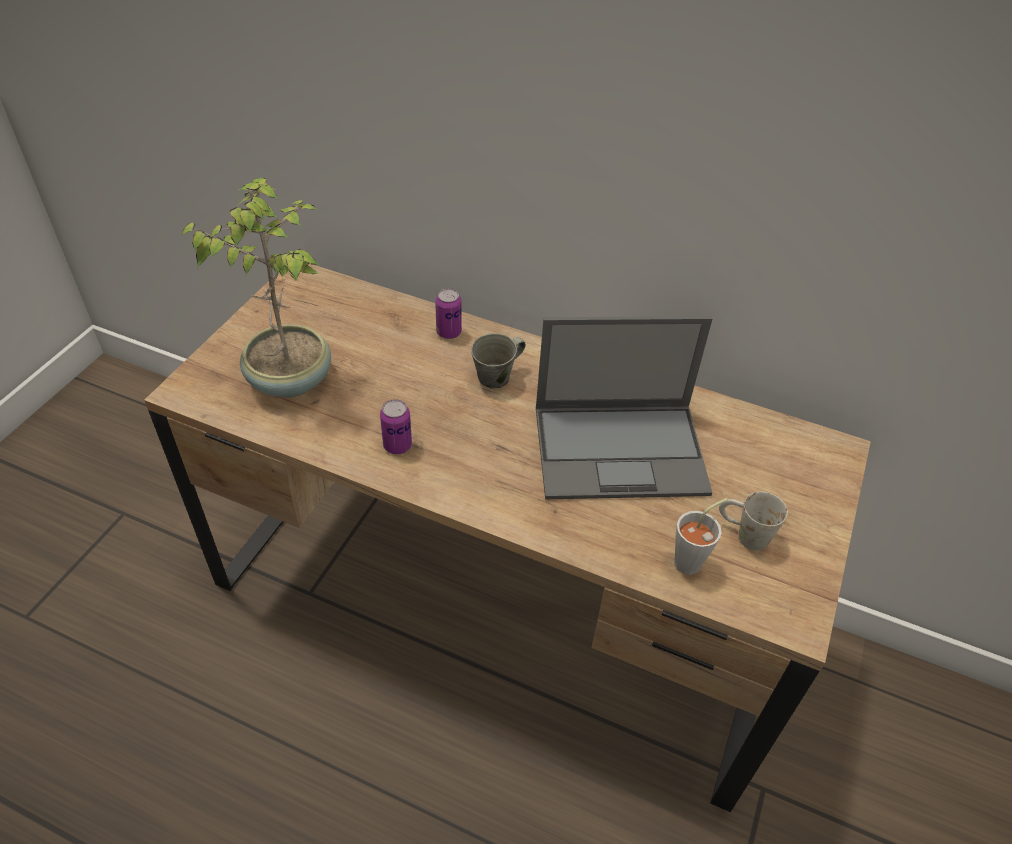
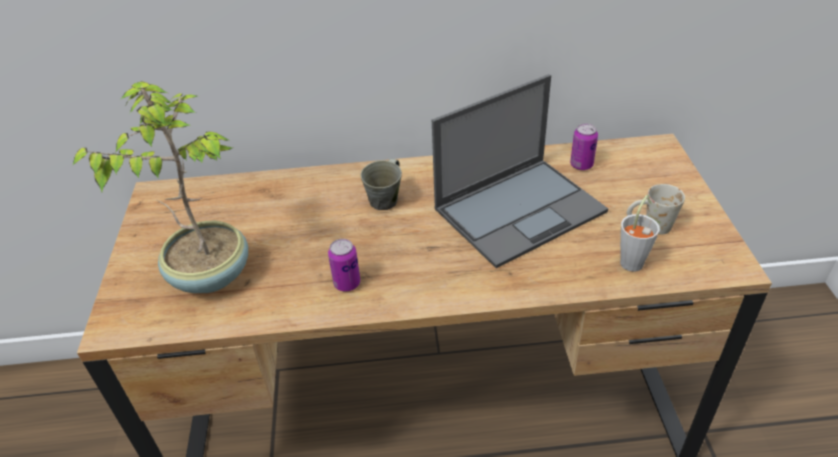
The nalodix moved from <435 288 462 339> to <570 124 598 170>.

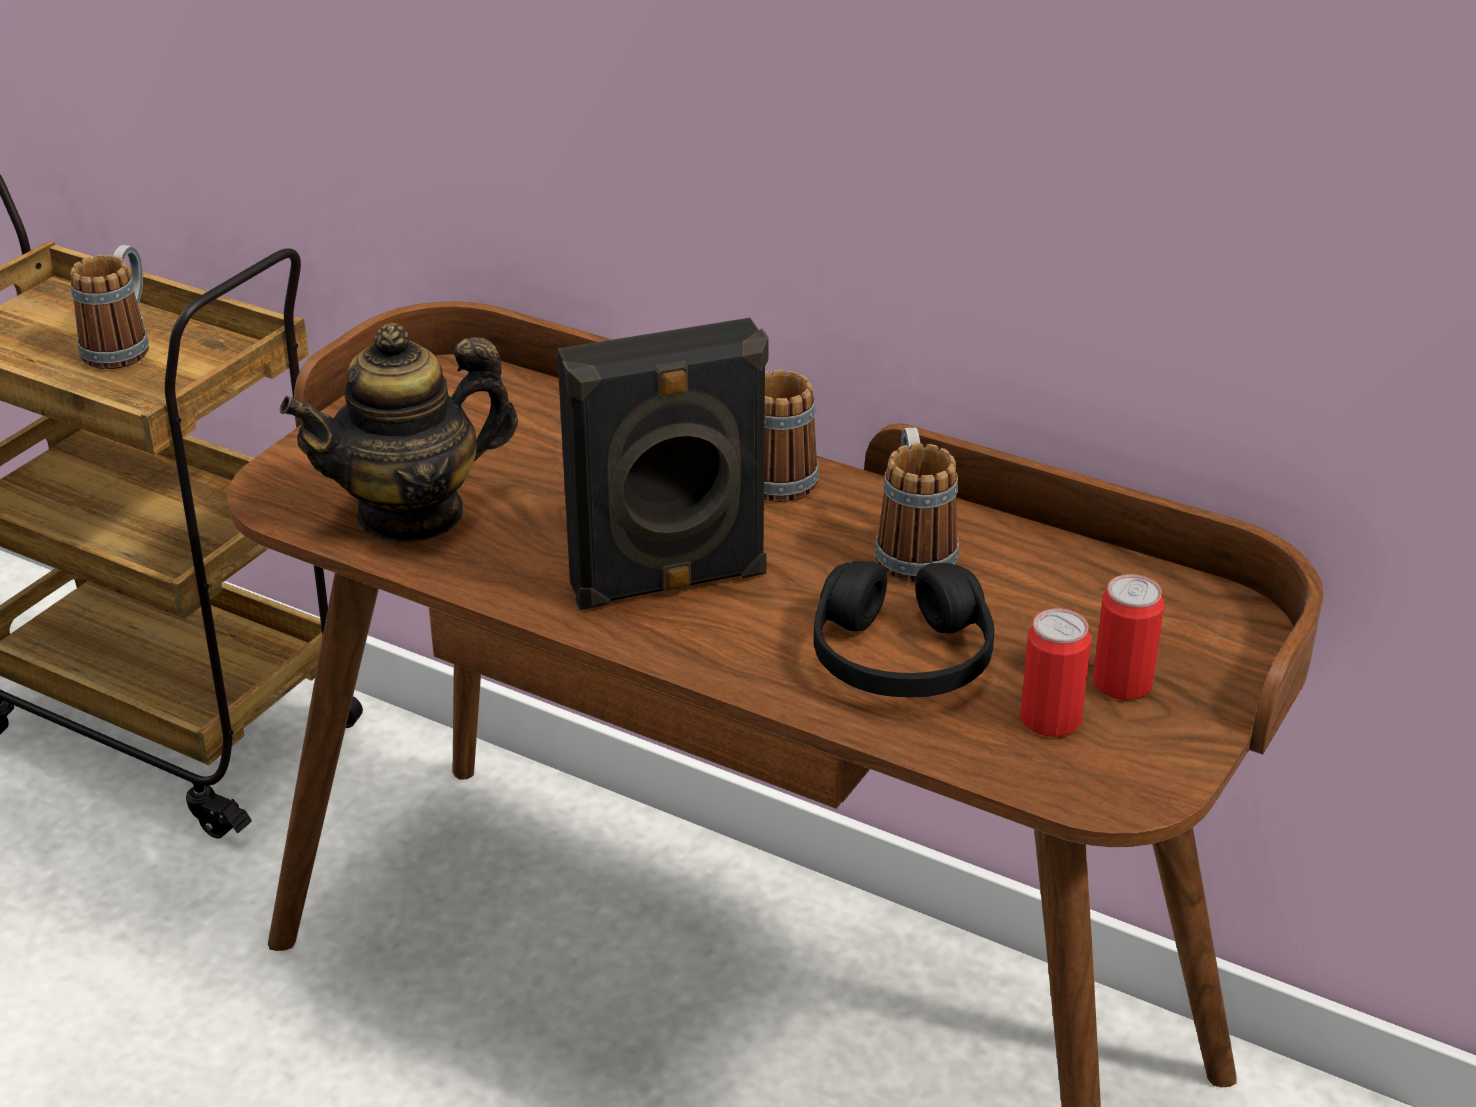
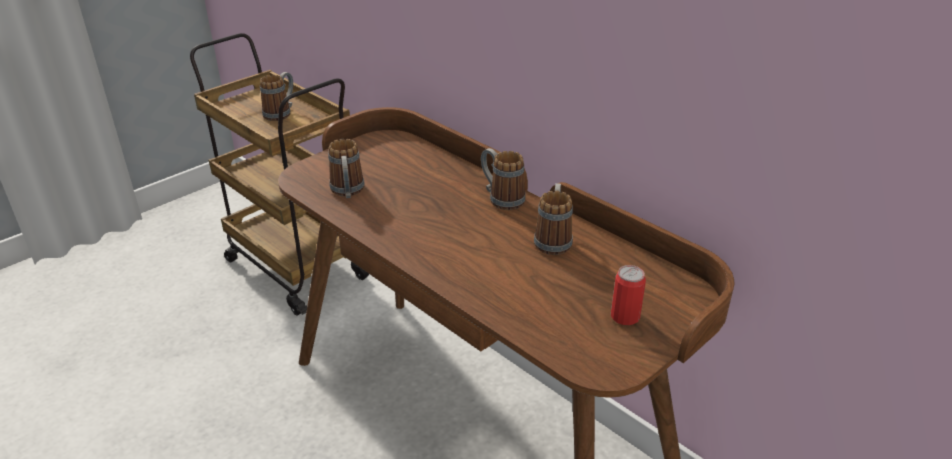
The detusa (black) at <557 318 769 610> disappeared.
The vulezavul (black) at <813 561 994 697> disappeared.
The nalodix at <1020 608 1091 737> disappeared.
The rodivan at <280 323 518 543> was replaced by the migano at <328 139 364 198>.

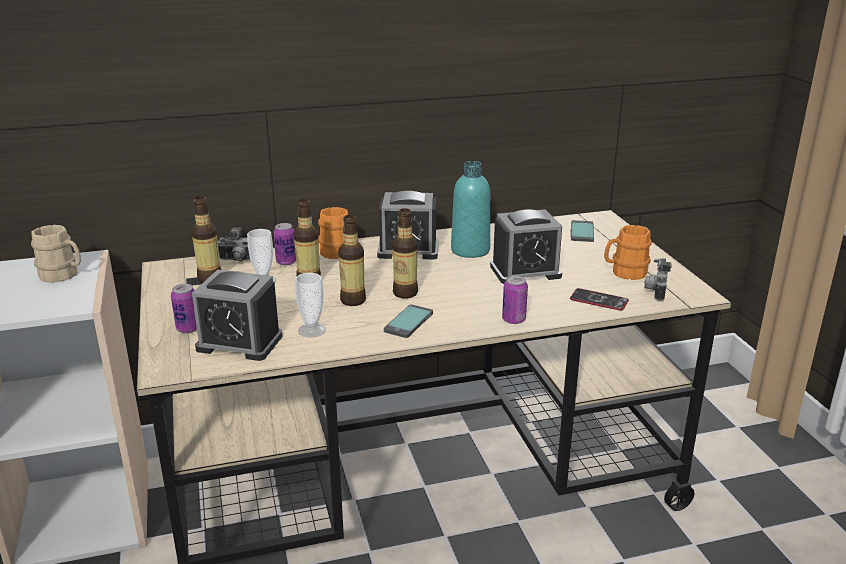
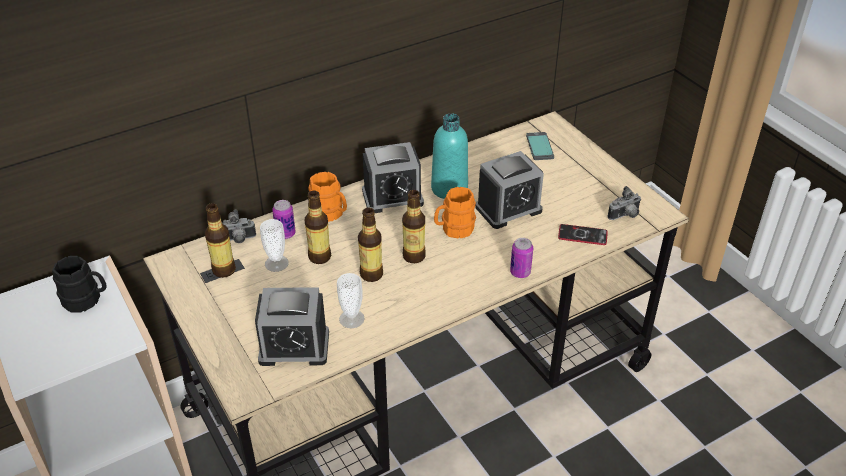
The nalodix at <171 284 197 333> disappeared.
The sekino at <384 305 433 338> disappeared.
The migano (orange) moved from <604 225 652 280> to <434 187 476 238>.
The migano (beige) at <31 225 81 283> became the migano (black) at <52 256 107 313>.
The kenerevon at <644 258 672 301> turned 120 degrees counterclockwise.

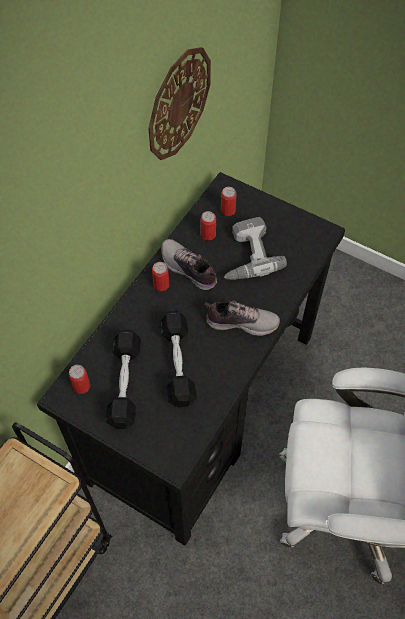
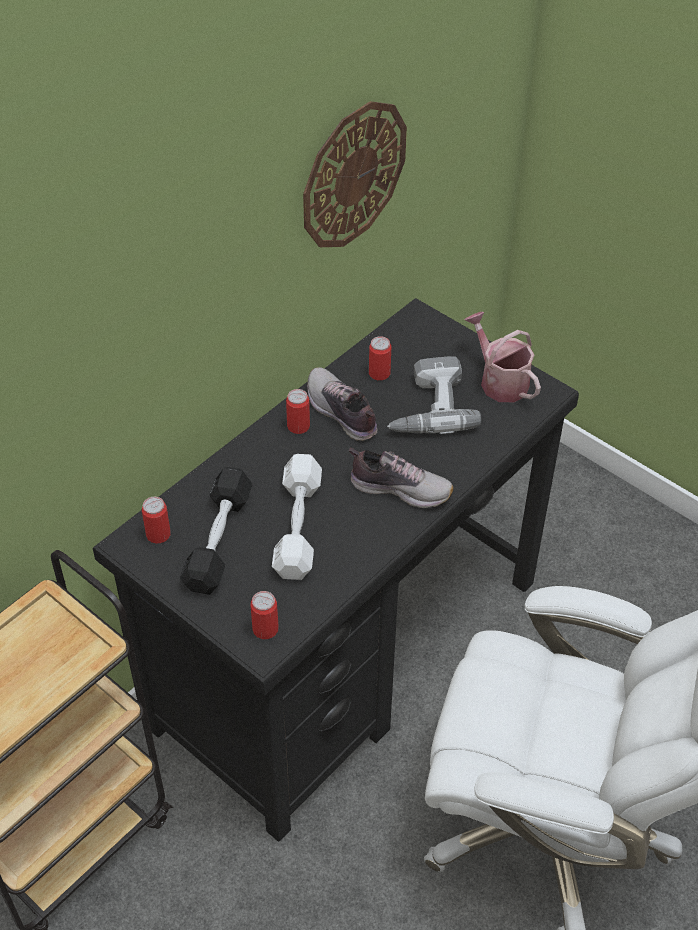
The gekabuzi at <464 312 541 402> appeared.
The nalodix moved from <221 187 237 216> to <251 591 279 639>.
The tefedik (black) at <160 311 197 407> became the tefedik (white) at <272 454 322 580>.

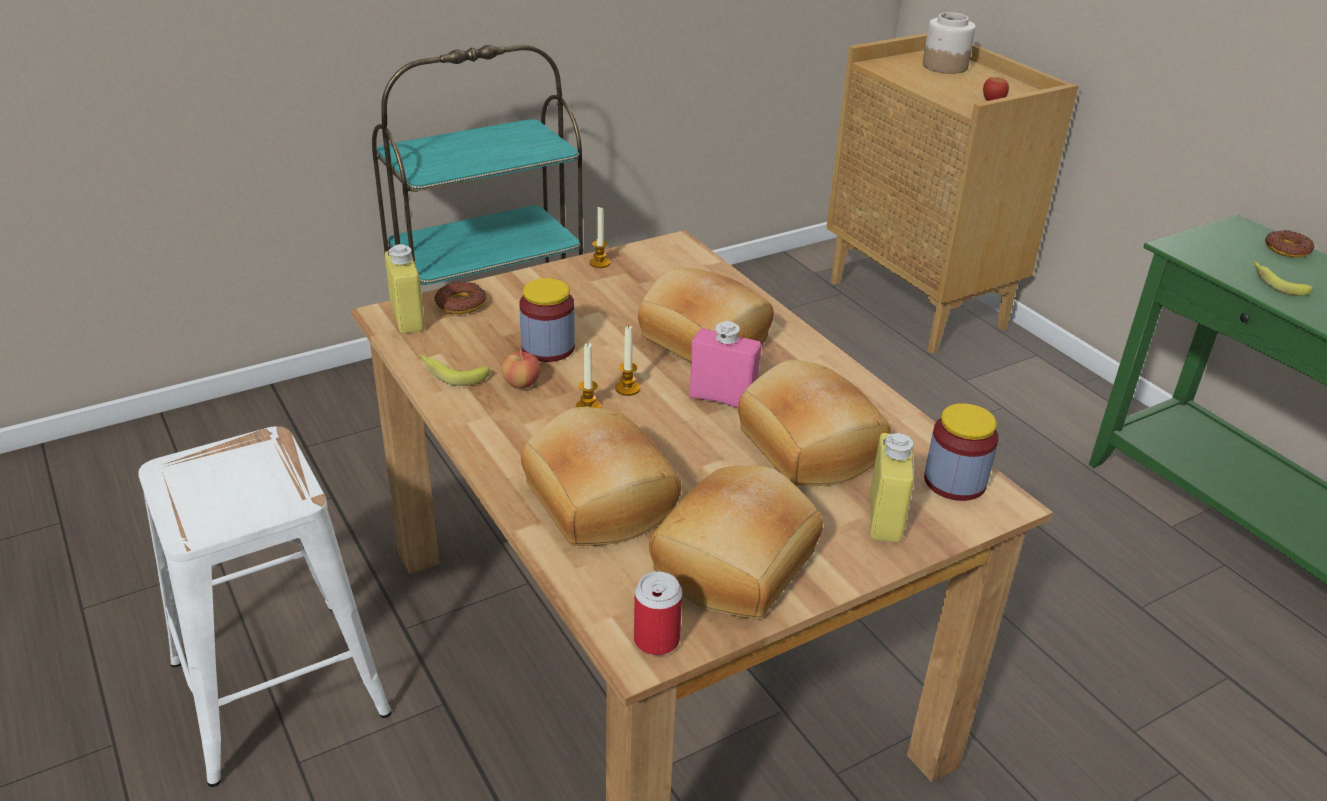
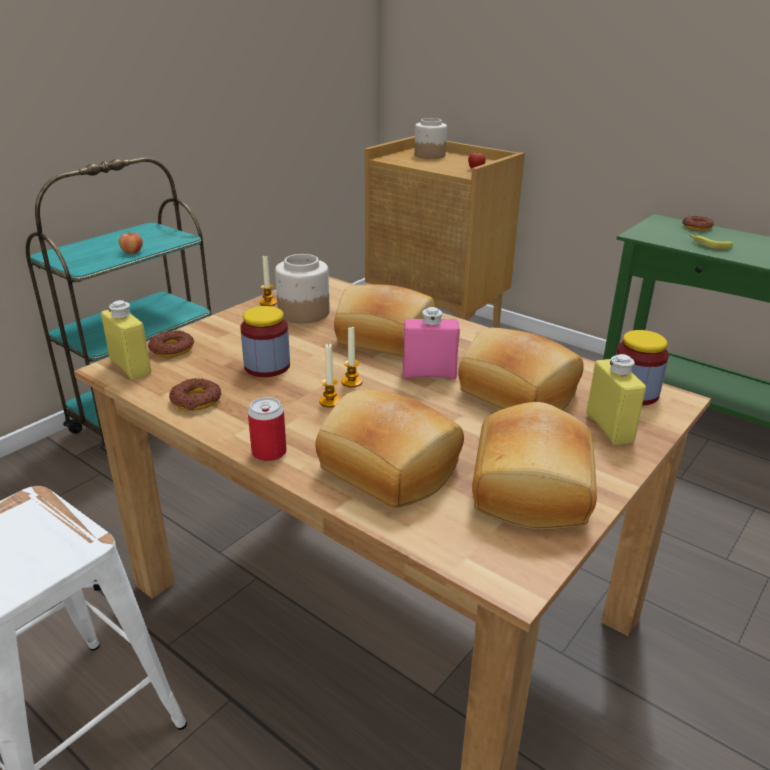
The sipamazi at <275 254 330 323> appeared.
The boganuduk moved from <501 350 540 389> to <119 230 143 254>.
The nalodix moved from <634 571 682 655> to <248 397 287 462>.
The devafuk at <420 354 490 386> was replaced by the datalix at <169 378 221 411>.

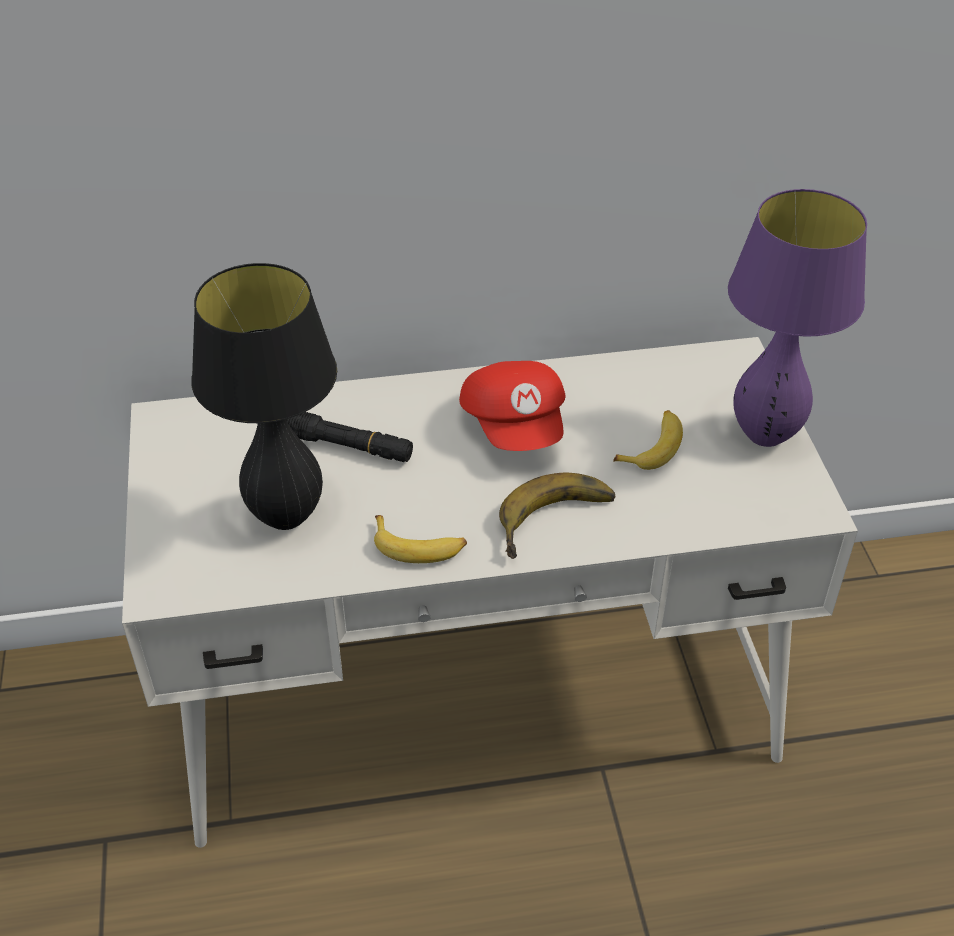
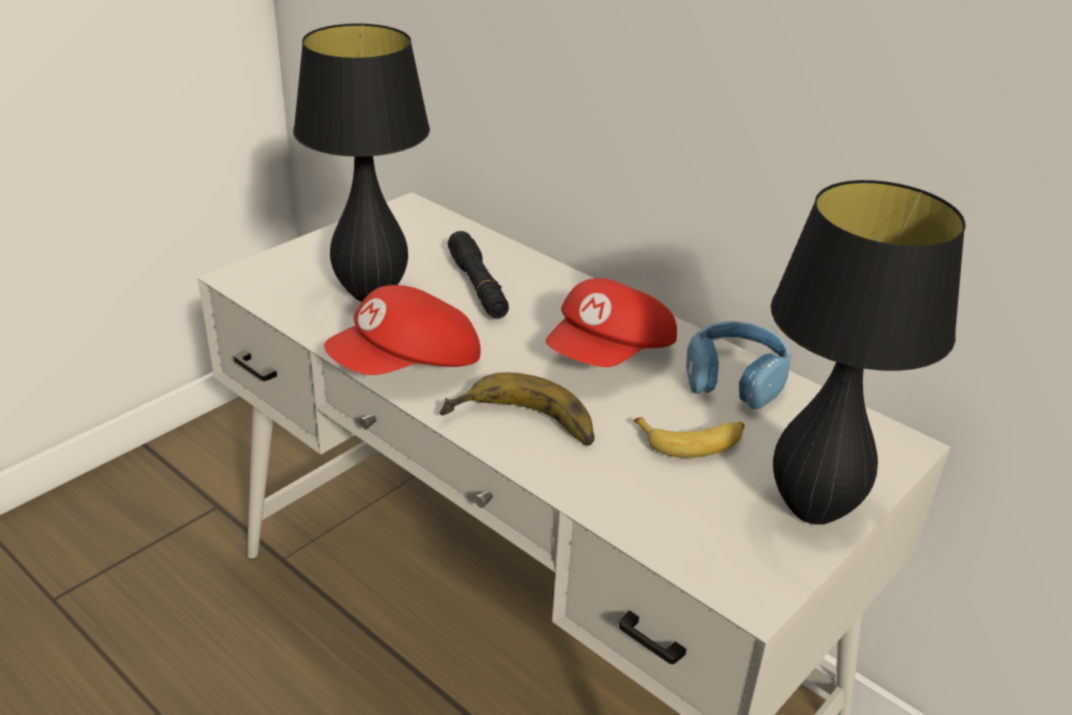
The vulezavul (blue) at <686 321 791 409> appeared.
The devafuk at <374 515 467 563> was replaced by the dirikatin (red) at <324 285 480 375>.
The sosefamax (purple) at <728 189 867 447> became the sosefamax (black) at <771 180 965 525>.

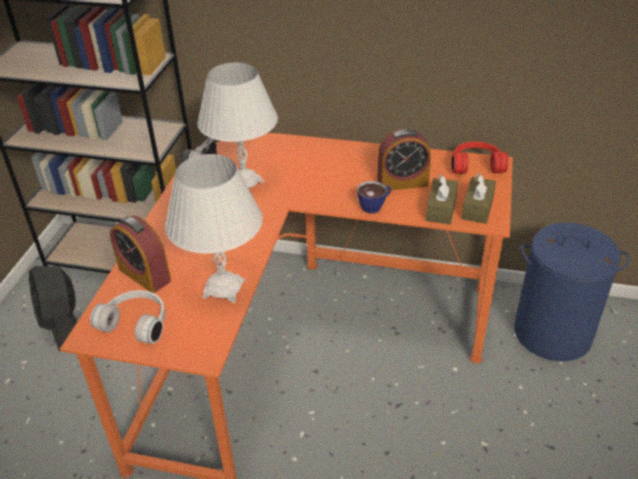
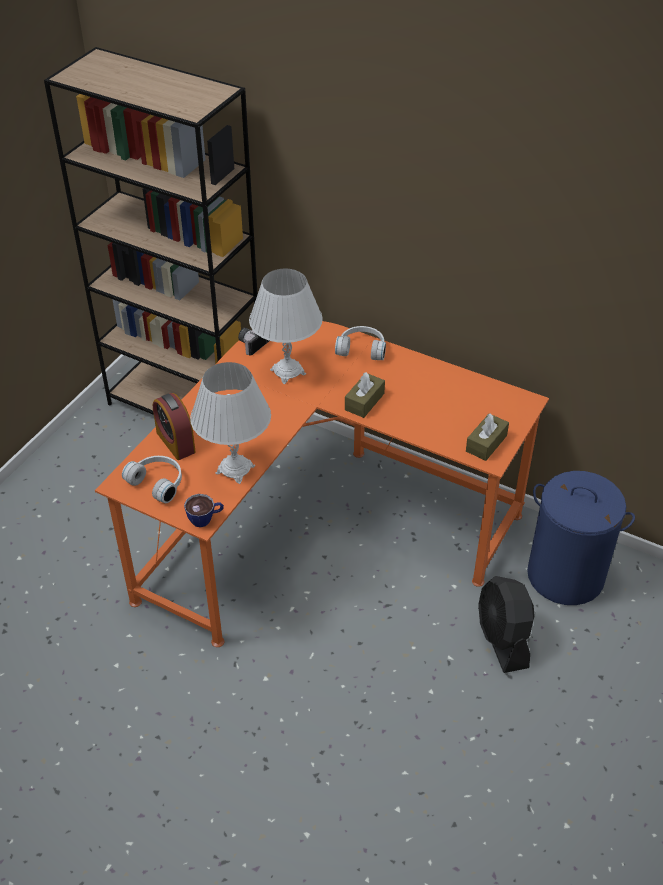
The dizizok at <377 129 431 191> disappeared.
The vulezavul (red) at <451 141 508 174> disappeared.
The vulezavul (white) at <335 326 386 360> appeared.
The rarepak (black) moved from <29 266 77 352> to <478 576 535 673>.
The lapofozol moved from <357 181 391 213> to <184 494 224 527>.
The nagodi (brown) moved from <426 175 458 224> to <345 372 385 418>.

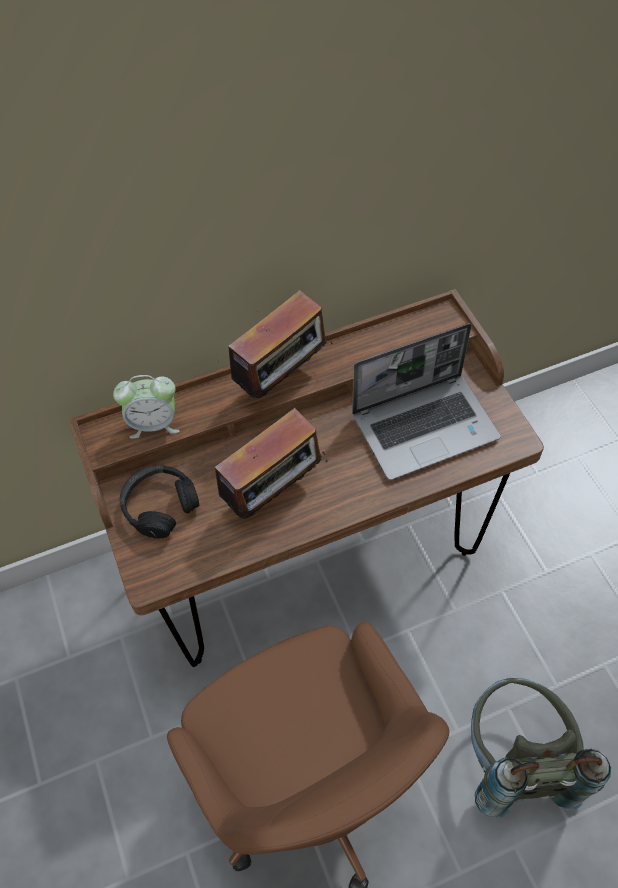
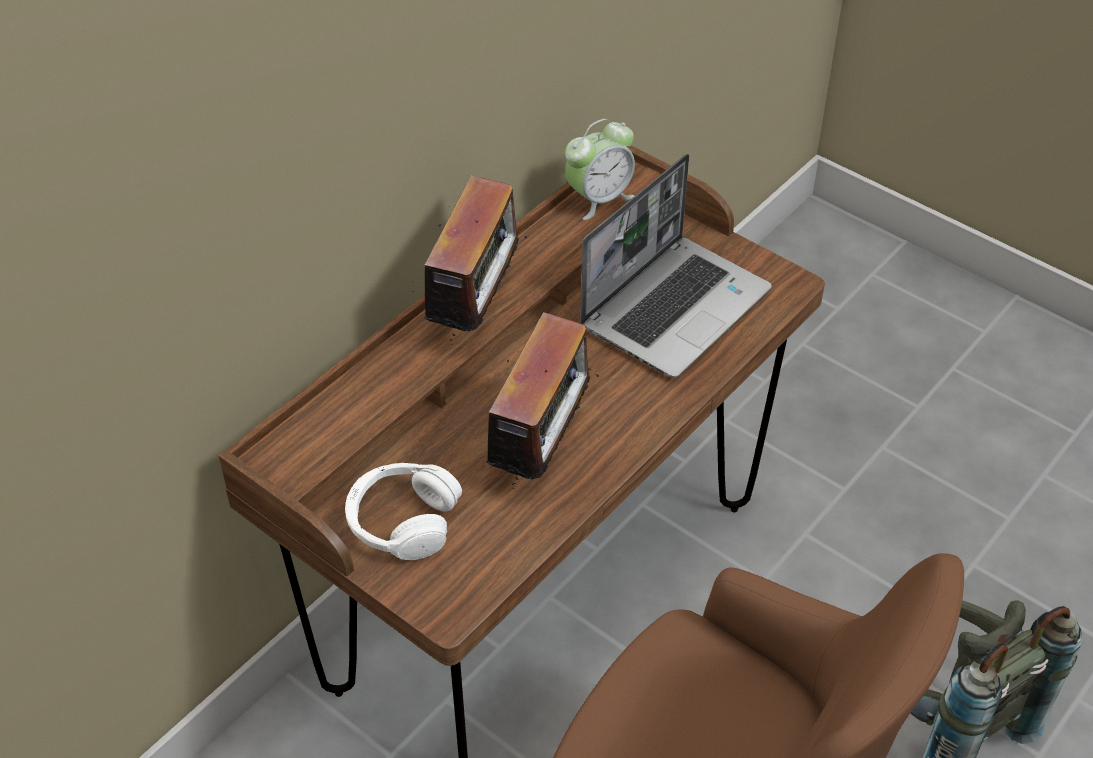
The dizizok moved from <113 375 180 438> to <565 119 635 220>.
The vulezavul (black) at <120 465 200 538> became the vulezavul (white) at <345 463 462 560>.

